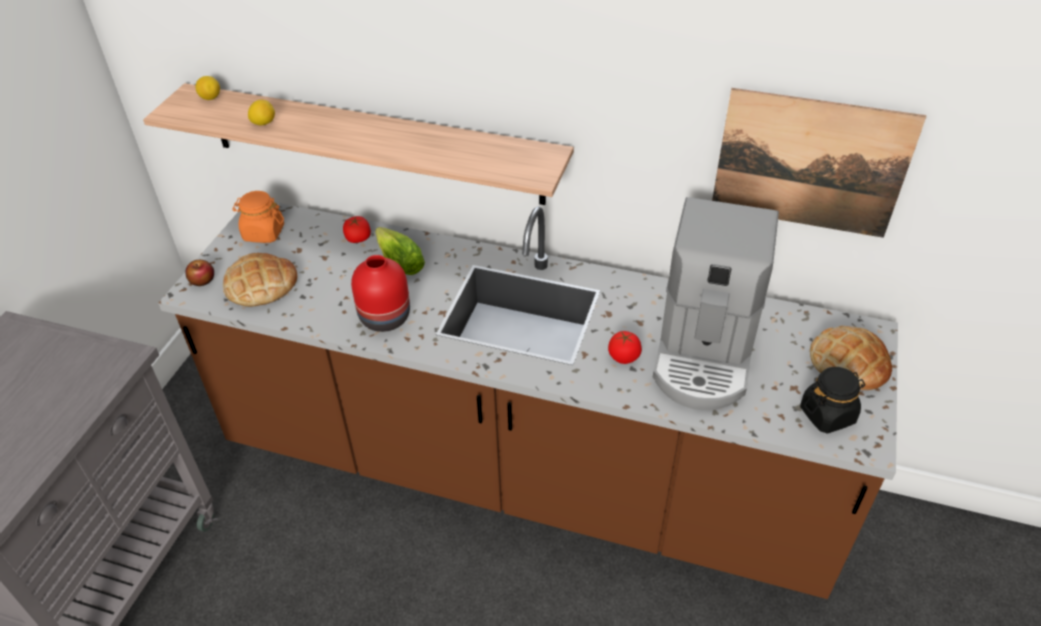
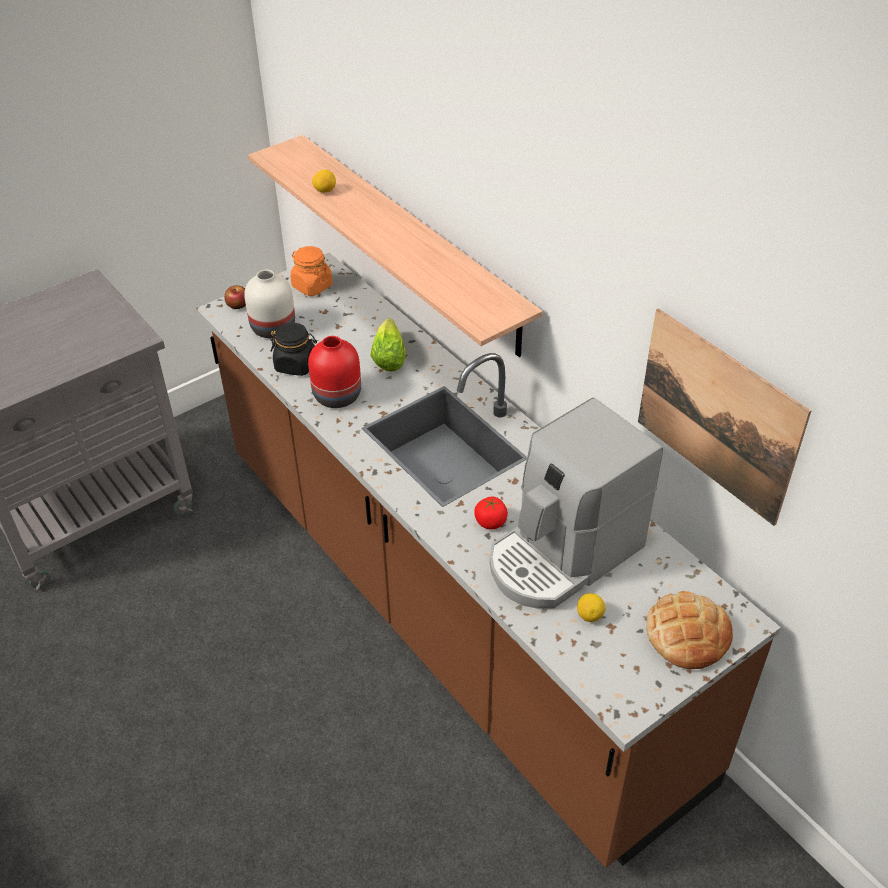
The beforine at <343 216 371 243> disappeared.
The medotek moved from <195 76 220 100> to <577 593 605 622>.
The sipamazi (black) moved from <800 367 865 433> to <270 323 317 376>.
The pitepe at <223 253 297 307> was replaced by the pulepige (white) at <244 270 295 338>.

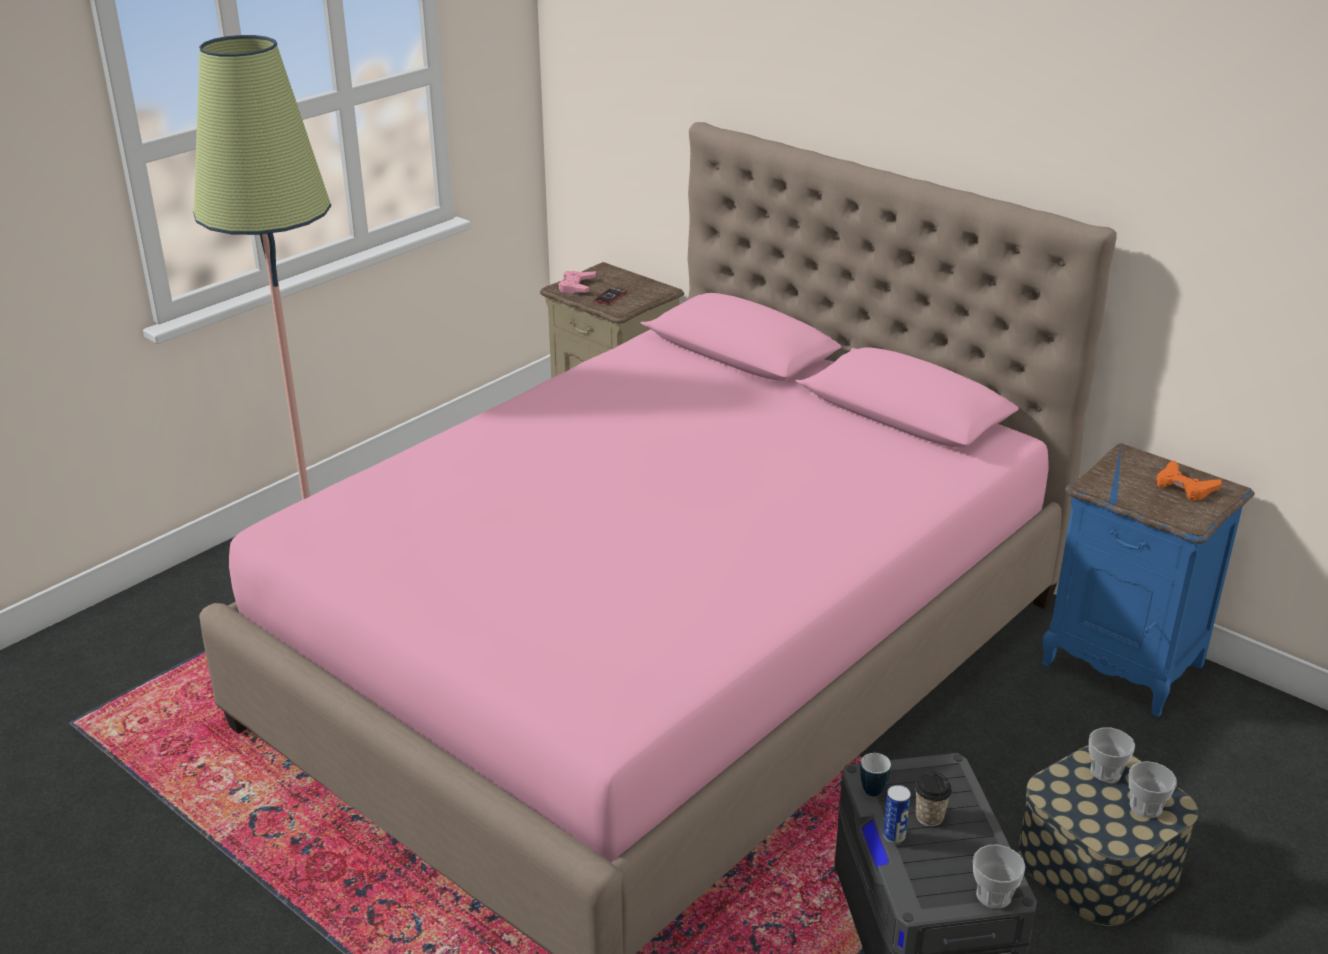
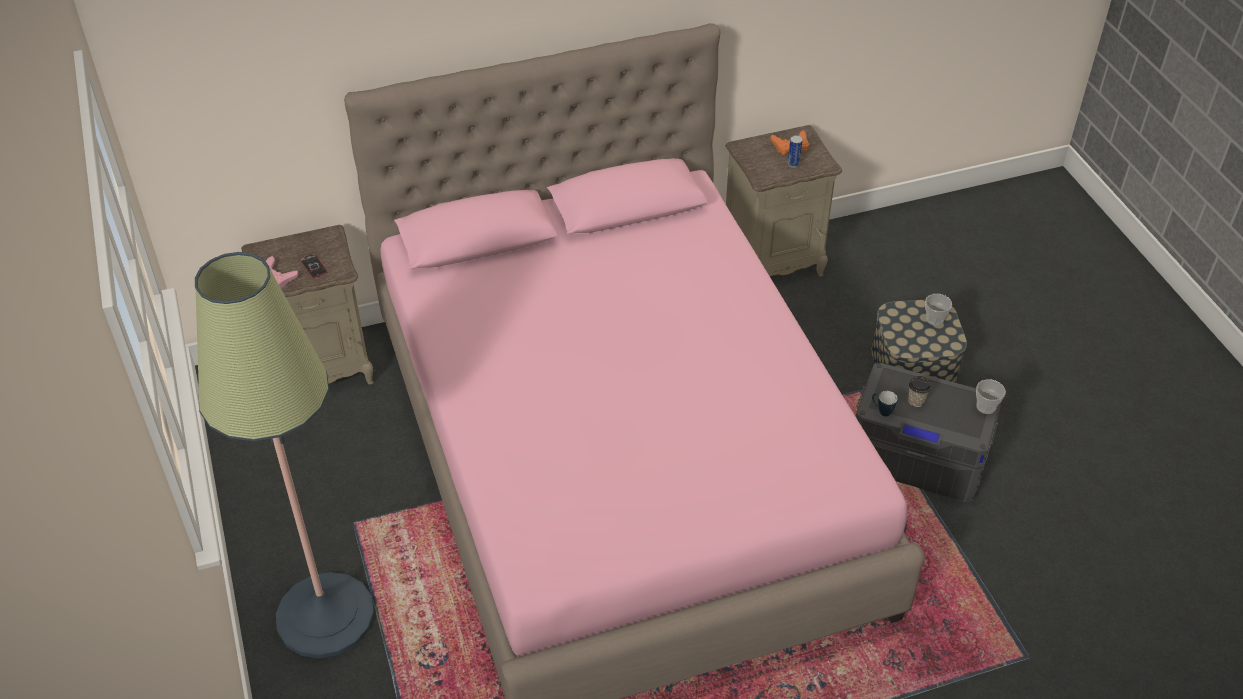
The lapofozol at <1089 727 1135 782> disappeared.
The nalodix moved from <883 785 911 844> to <788 135 802 168>.
The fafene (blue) at <1042 443 1255 717> became the fafene (beige) at <725 125 842 277>.

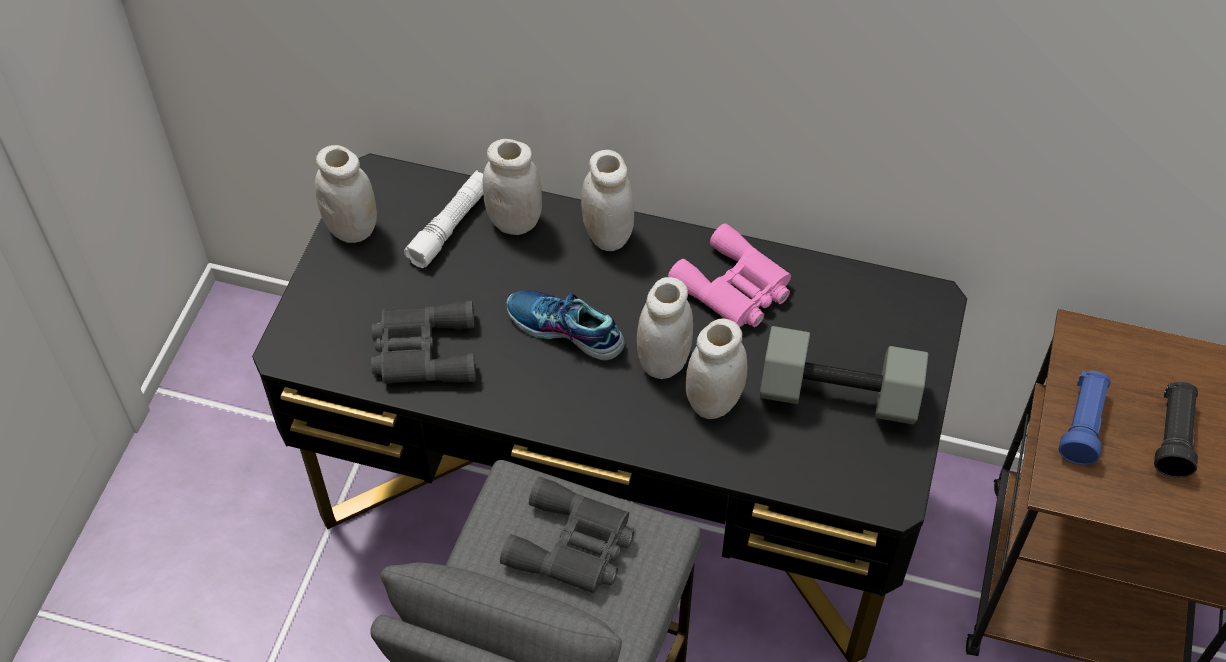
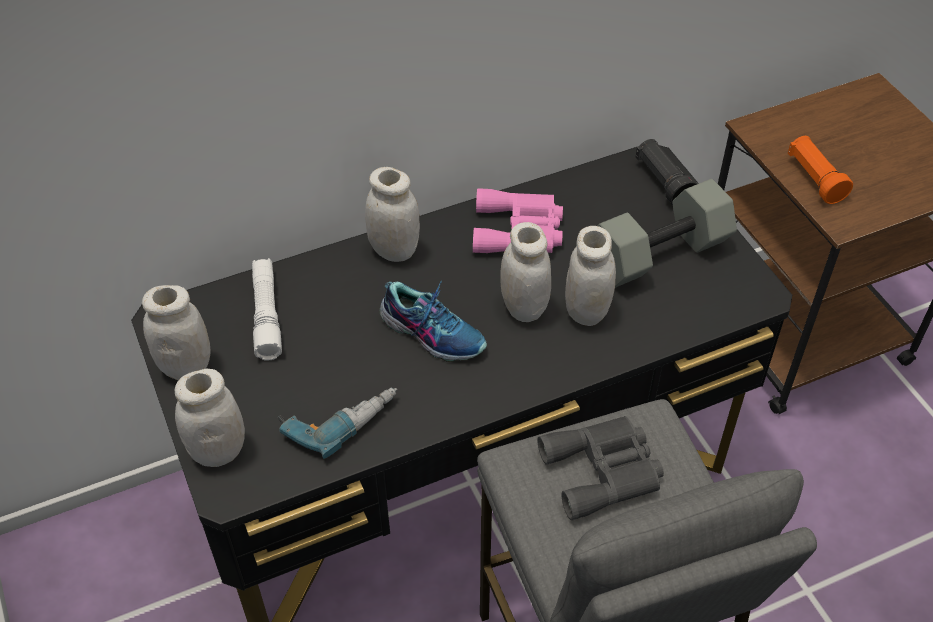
The sipamazi (white) moved from <483 139 542 235> to <174 369 245 467>.
The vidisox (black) moved from <1154 382 1198 478> to <636 139 698 205>.
The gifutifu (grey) at <371 301 476 384> was replaced by the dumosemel at <278 388 397 459>.
The vidisox (blue) at <1059 371 1110 465> became the vidisox (orange) at <788 136 853 204>.
The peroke at <506 291 625 360> turned 135 degrees counterclockwise.

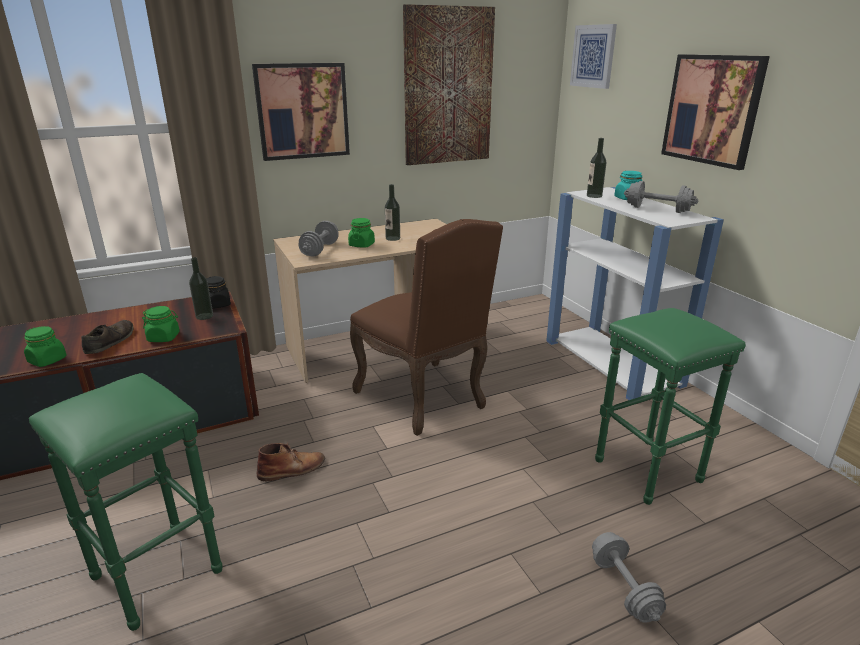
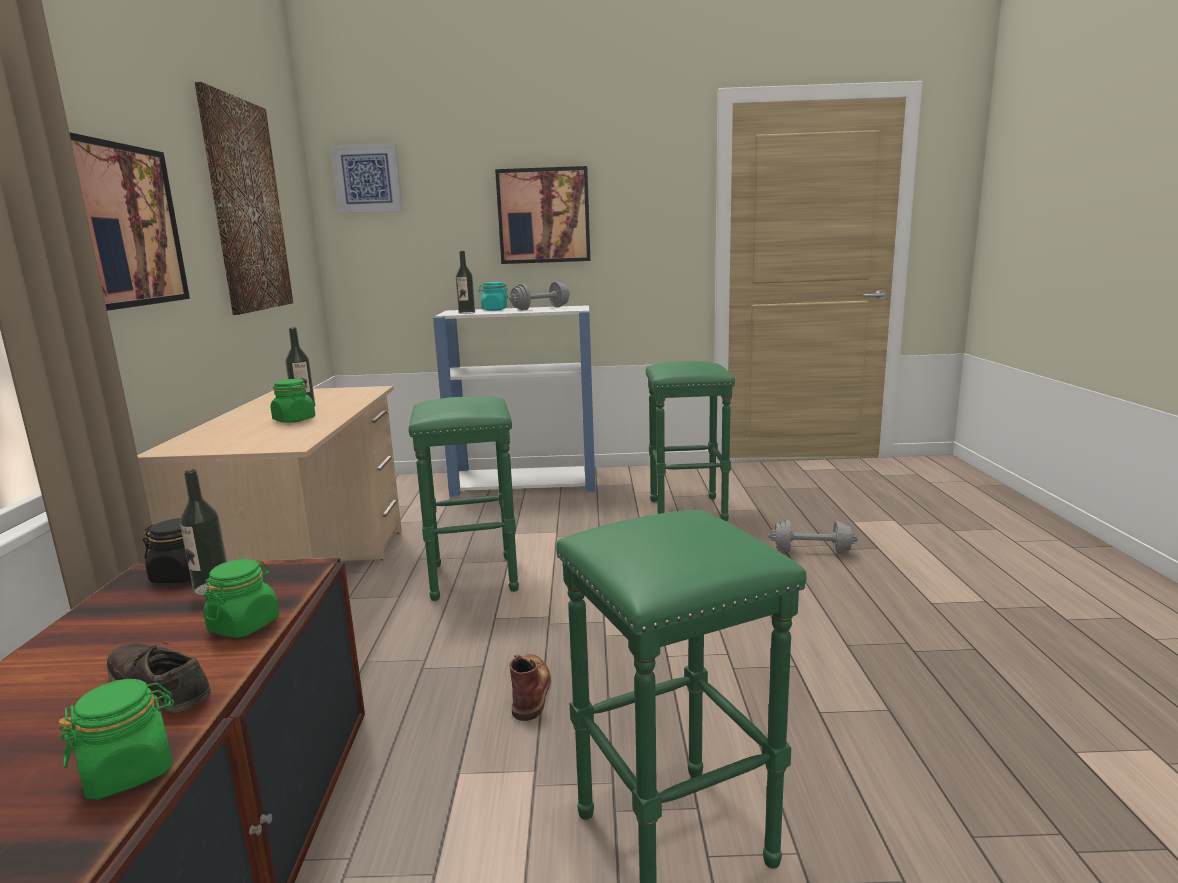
The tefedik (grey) at <298 221 339 256> disappeared.
The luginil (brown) at <350 219 503 436> was replaced by the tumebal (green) at <409 396 519 601>.

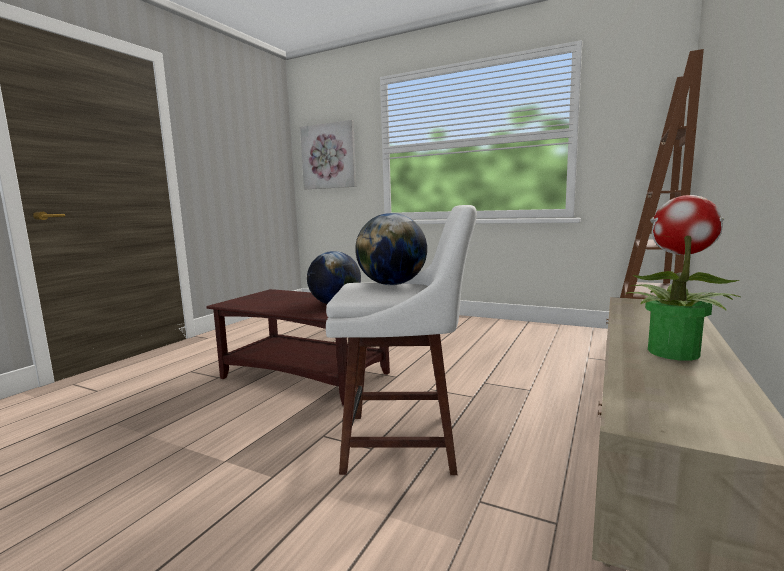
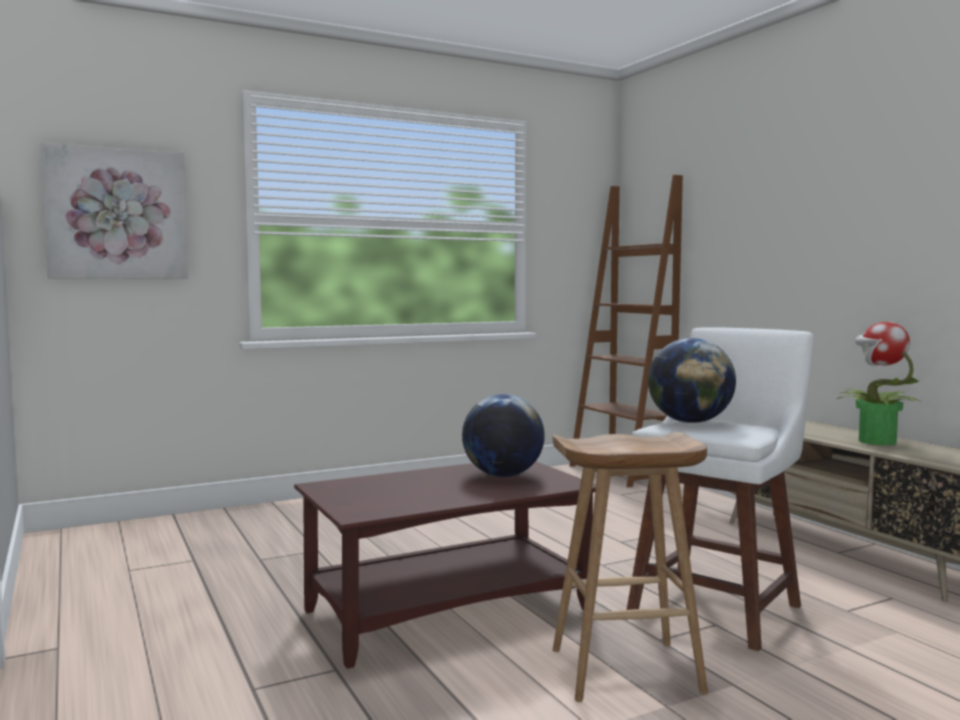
The tumebal (brown) at <553 432 708 702> appeared.

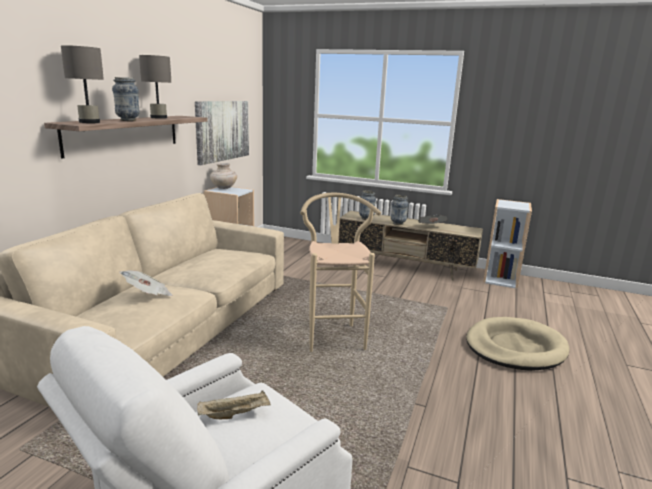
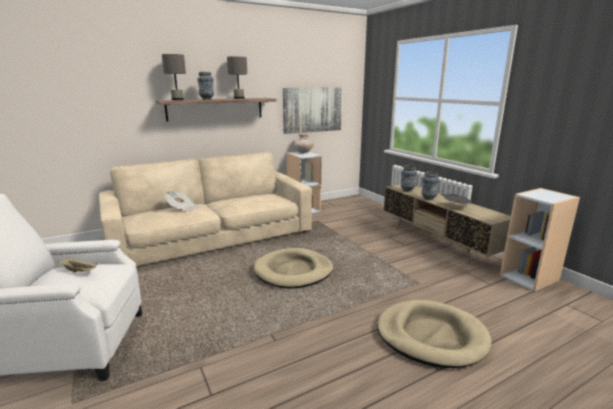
The tumebal (beige) at <300 193 381 352> was replaced by the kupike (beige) at <254 248 333 288>.

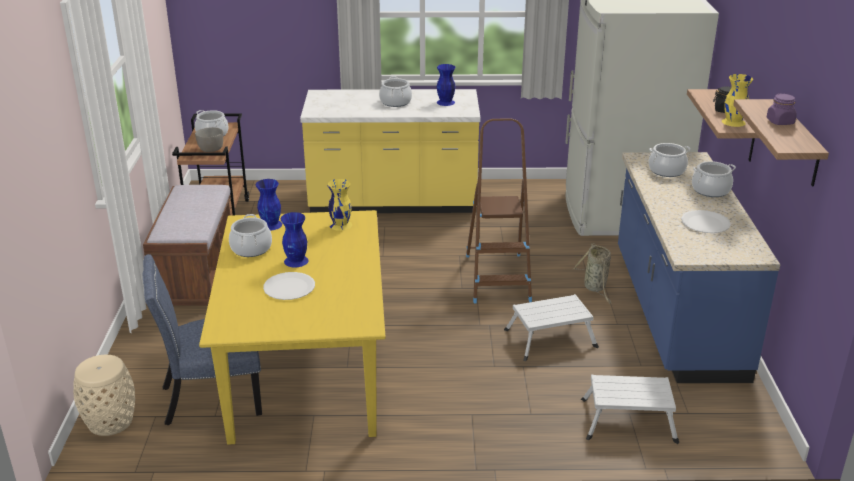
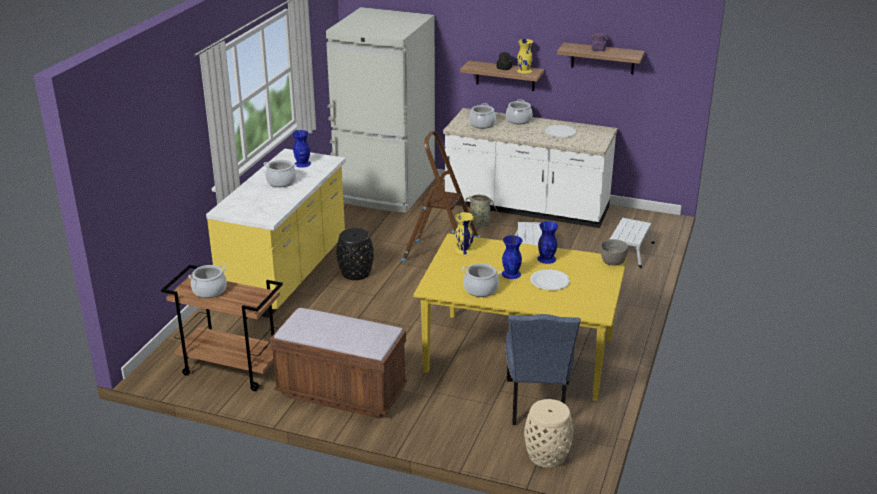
The tumebal (black) at <336 228 374 280> appeared.
The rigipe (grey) moved from <195 127 223 152> to <600 239 628 266>.
The pulepige (blue) moved from <256 179 282 231> to <537 221 558 264>.
The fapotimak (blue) at <618 152 780 383> became the fapotimak (white) at <443 108 617 228>.

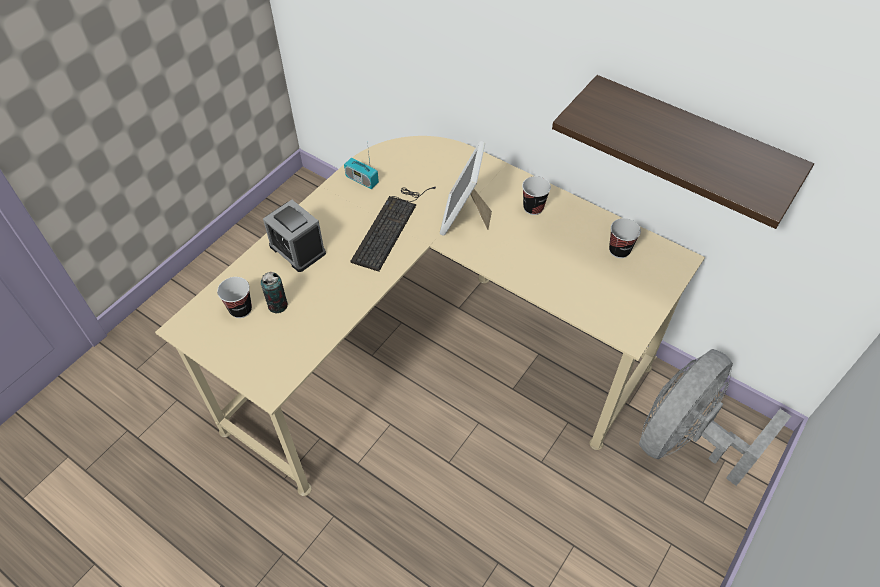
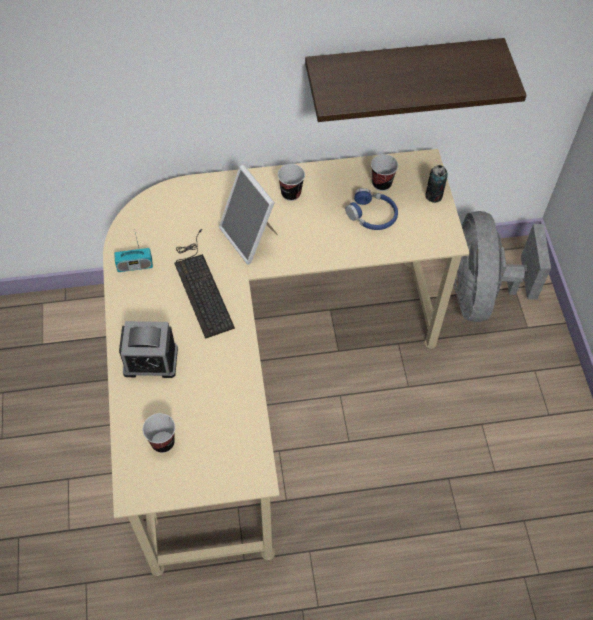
The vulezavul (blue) at <345 188 398 230> appeared.
The nalodix moved from <261 272 288 313> to <425 165 448 203>.

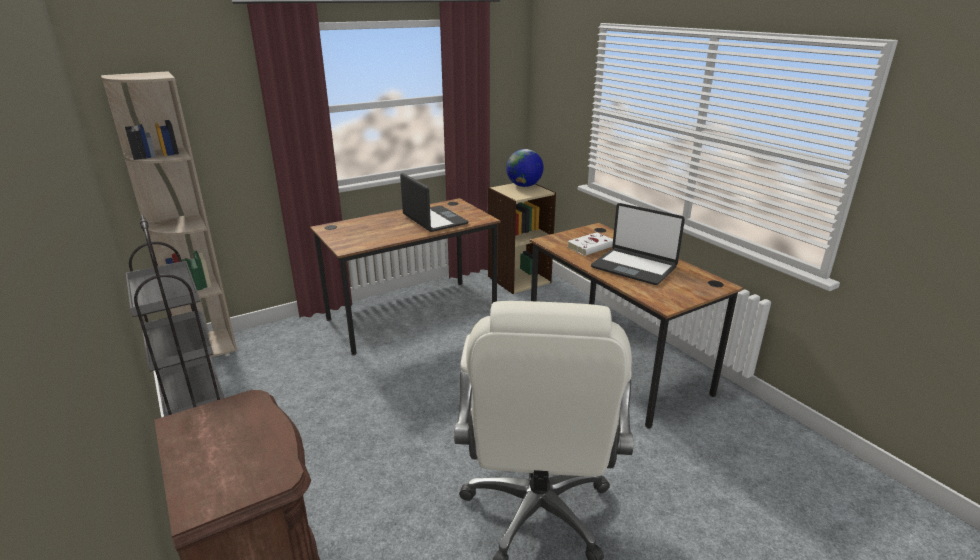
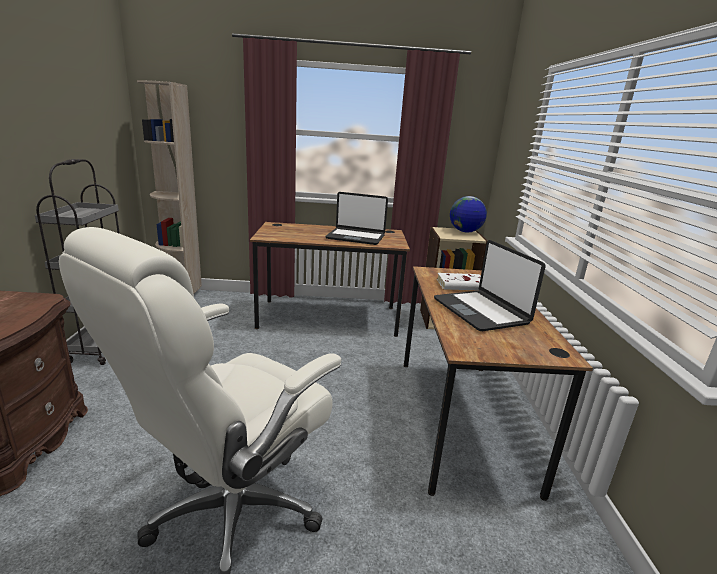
The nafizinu at <400 173 468 232> turned 105 degrees clockwise.

